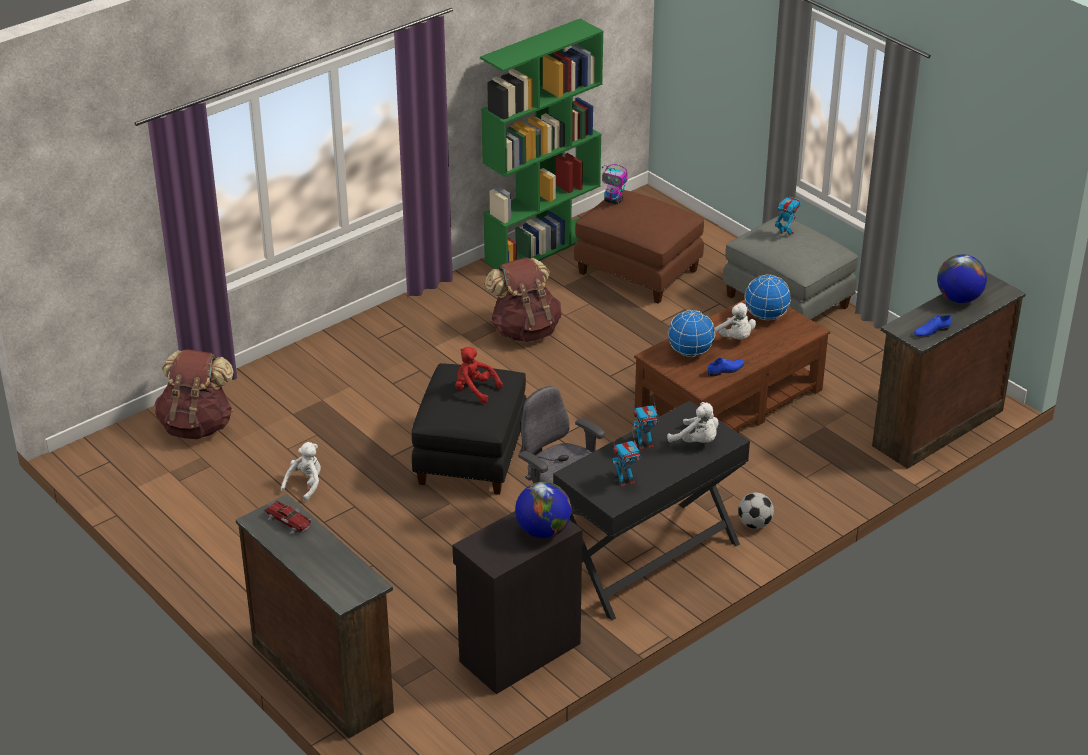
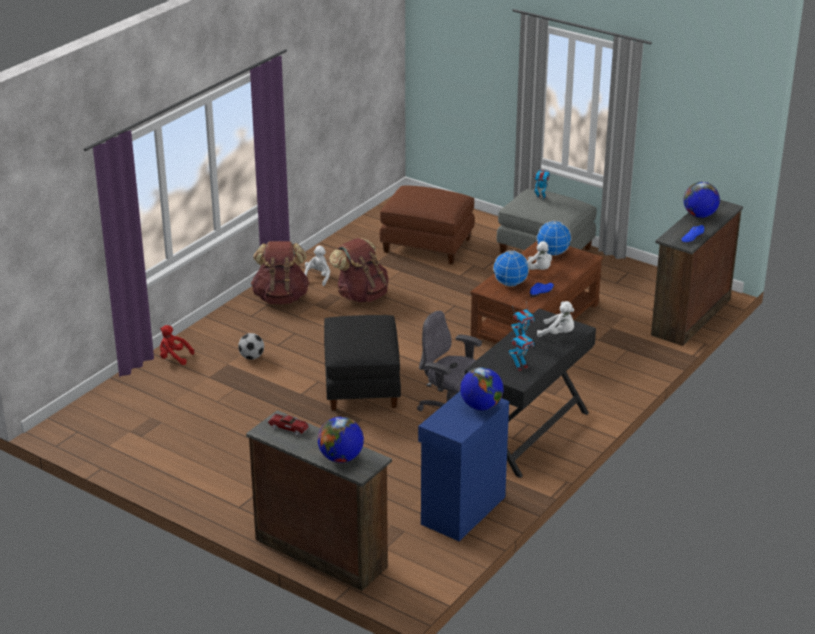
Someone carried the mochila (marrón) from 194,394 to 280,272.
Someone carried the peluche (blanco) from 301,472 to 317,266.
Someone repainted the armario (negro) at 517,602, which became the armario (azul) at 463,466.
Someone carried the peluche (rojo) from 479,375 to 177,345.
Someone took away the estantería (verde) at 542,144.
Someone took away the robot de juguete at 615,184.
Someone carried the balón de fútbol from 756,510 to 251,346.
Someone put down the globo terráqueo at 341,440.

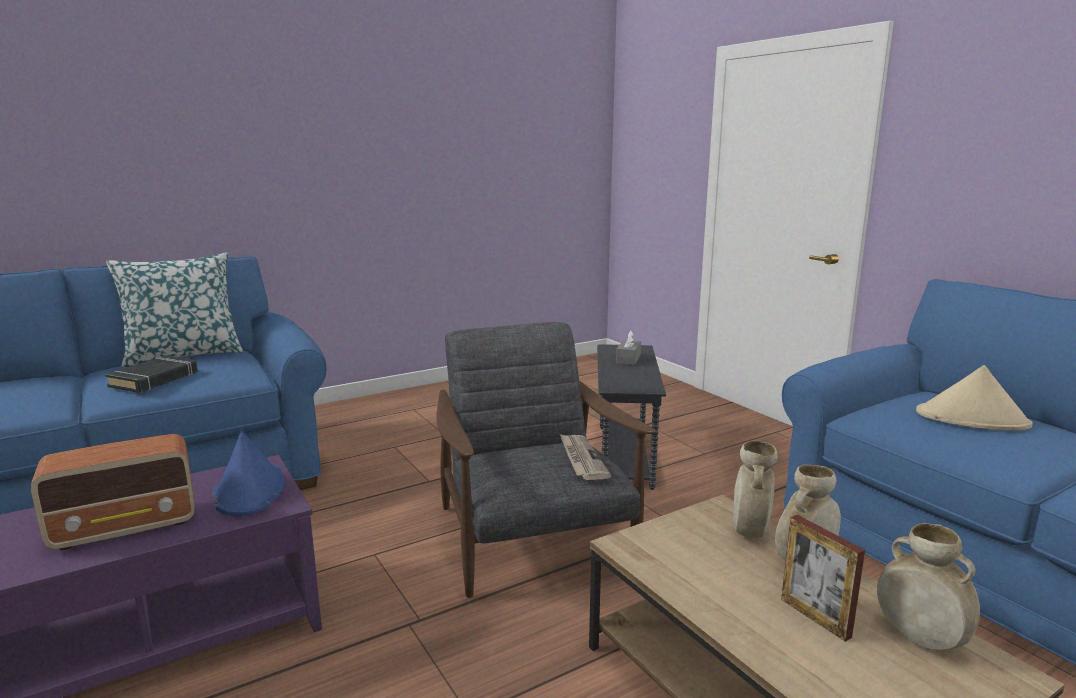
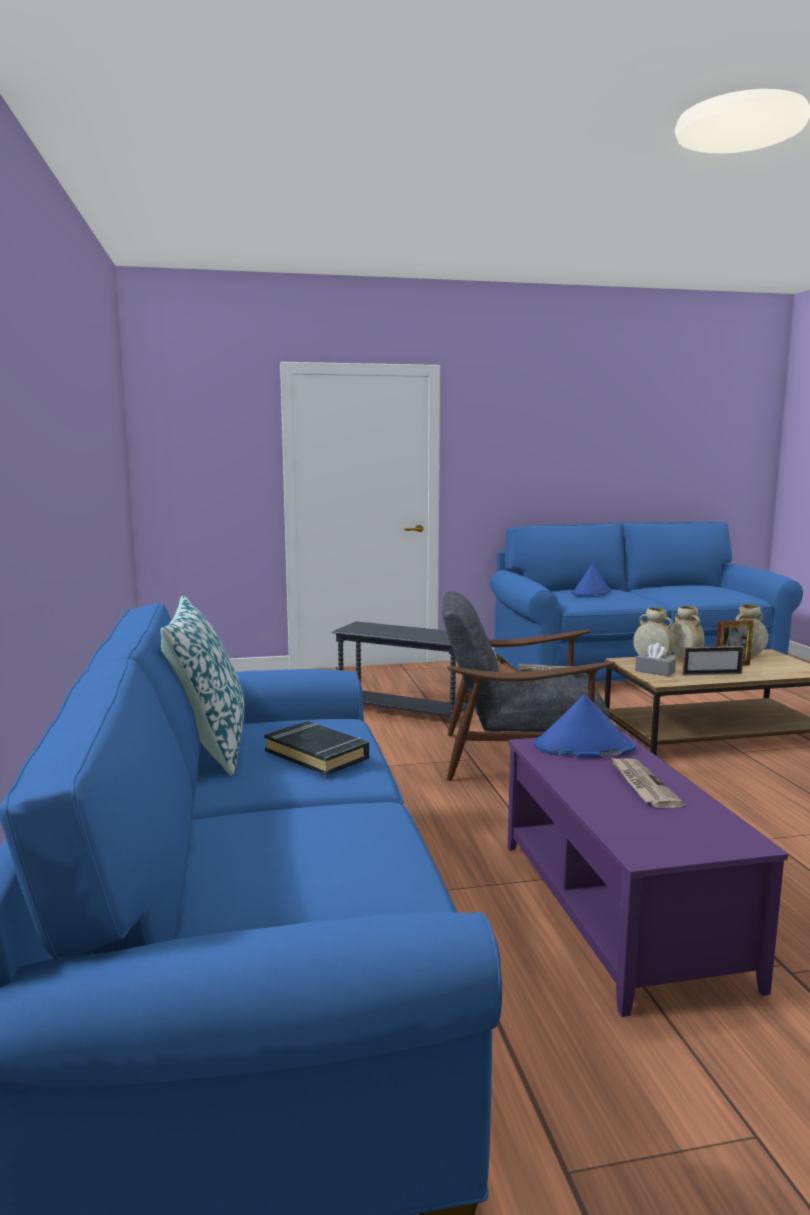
Someone swapped the radio at 113,492 for the periódico at 648,782.
Someone carried the caja de pañuelos (gris) from 628,347 to 655,660.
Someone repainted the sombrero (beis) at 974,398, which became the sombrero (azul) at 591,579.
Someone put down the portarretratos at 713,660.

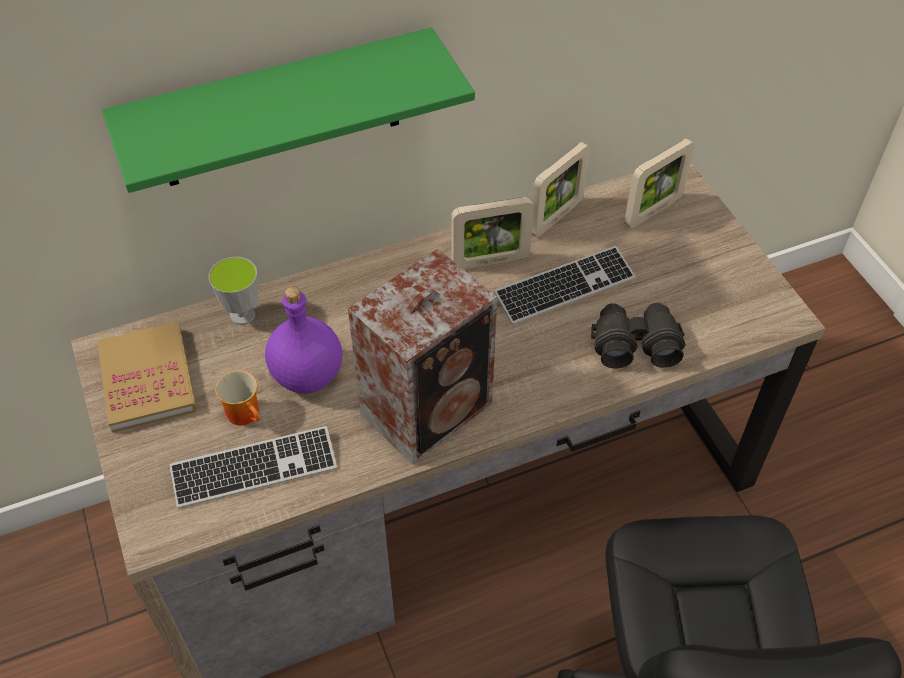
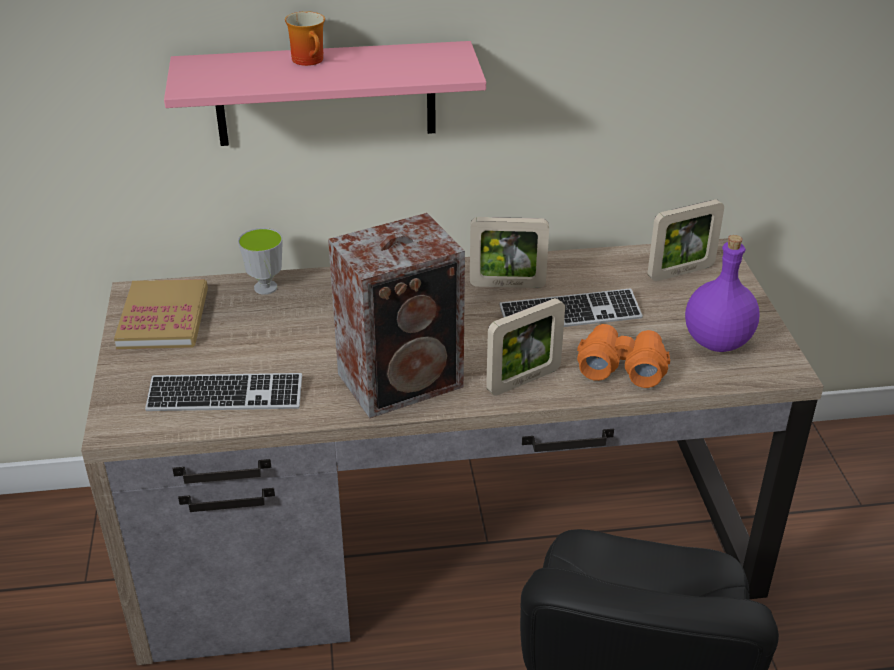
Someone repainted the estante (verde) at 288,110, which became the estante (rosa) at 325,93.
Someone carried the taza grande from 237,397 to 305,38.
Someone carried the botella (morado) from 304,340 to 722,293.
Someone carried the portarretratos from 561,189 to 525,347.
Someone repainted the prismáticos (negro) at 638,335, which became the prismáticos (naranja) at 623,356.

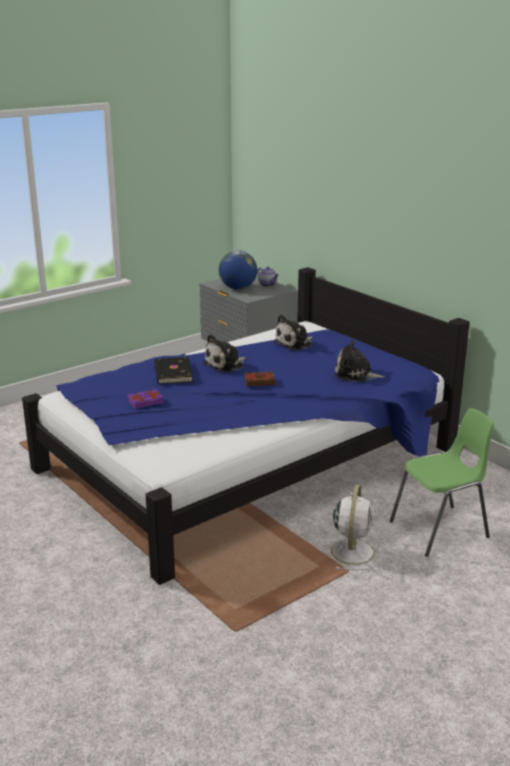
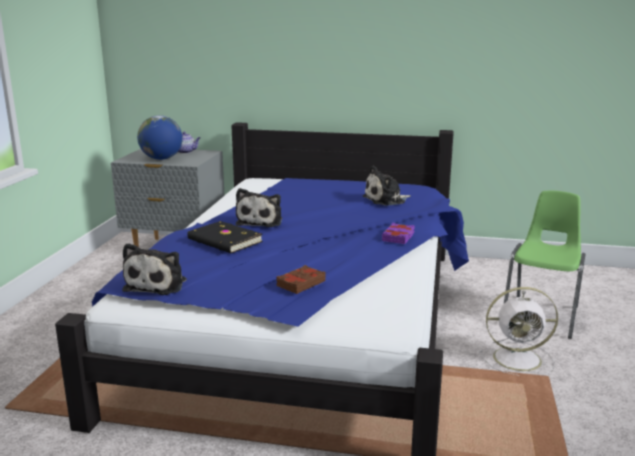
Someone carried the libro (morado) from 146,399 to 398,233.
Someone carried the libro (marrón) from 259,378 to 300,279.
Someone carried the peluche from 293,332 to 154,269.
Someone rotated the ventilador (blanco) at 353,527 by 120 degrees clockwise.

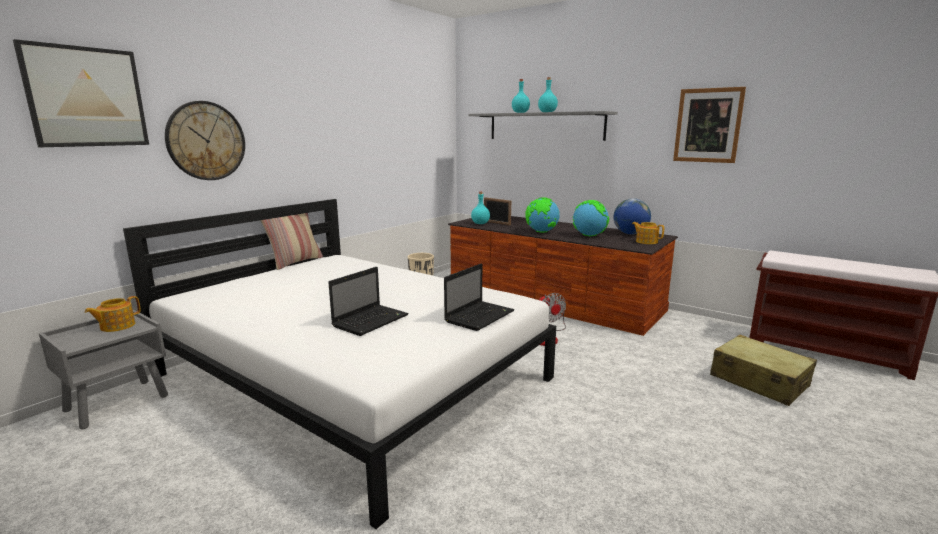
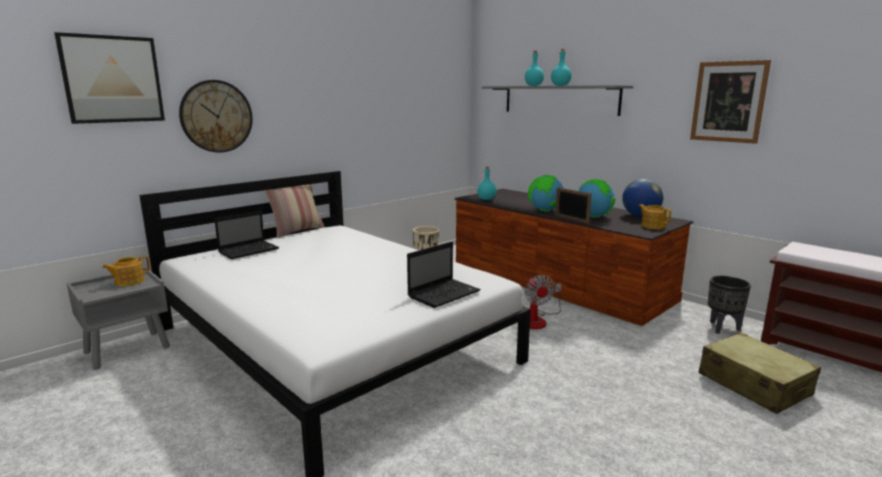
Someone carried the portátil from 368,301 to 246,234.
Someone carried the portarretratos from 497,211 to 573,206.
Someone put down the maceta (negro) at 729,305.

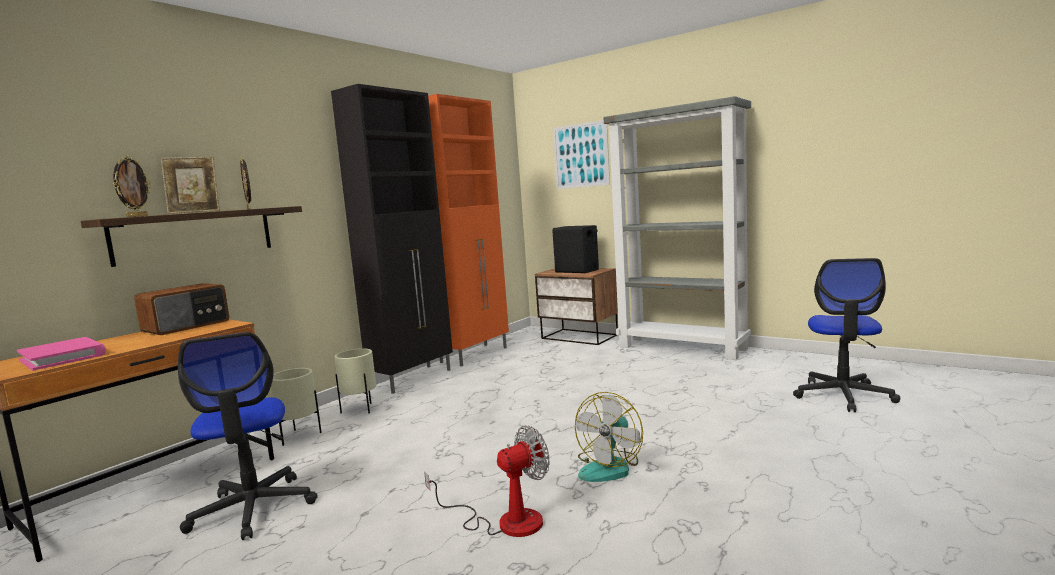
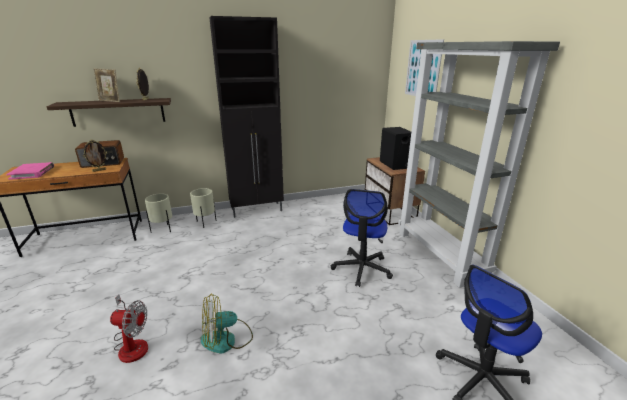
Someone carried the portarretratos from 132,186 to 95,156.
Someone carried the silla de oficina from 248,436 to 362,238.
Someone took away the armario (naranja) at 468,230.

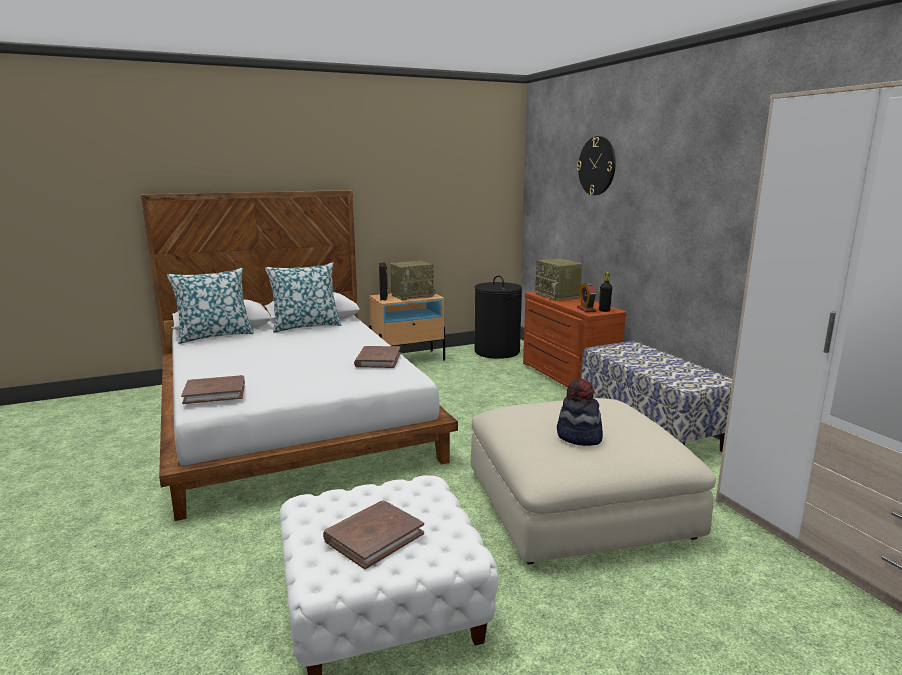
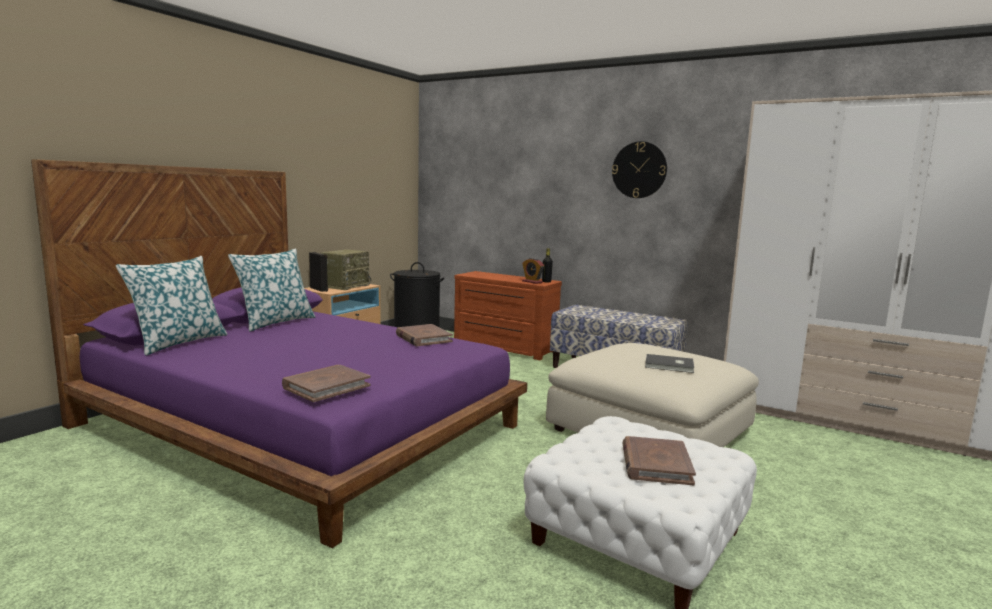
Someone repainted the cama (blanco) at 299,355, which became the cama (morado) at 279,353.
Someone took away the radio at 558,279.
Someone swapped the sombrero at 580,412 for the libro (gris) at 669,363.
Someone carried the reloj de pared from 596,165 to 639,169.

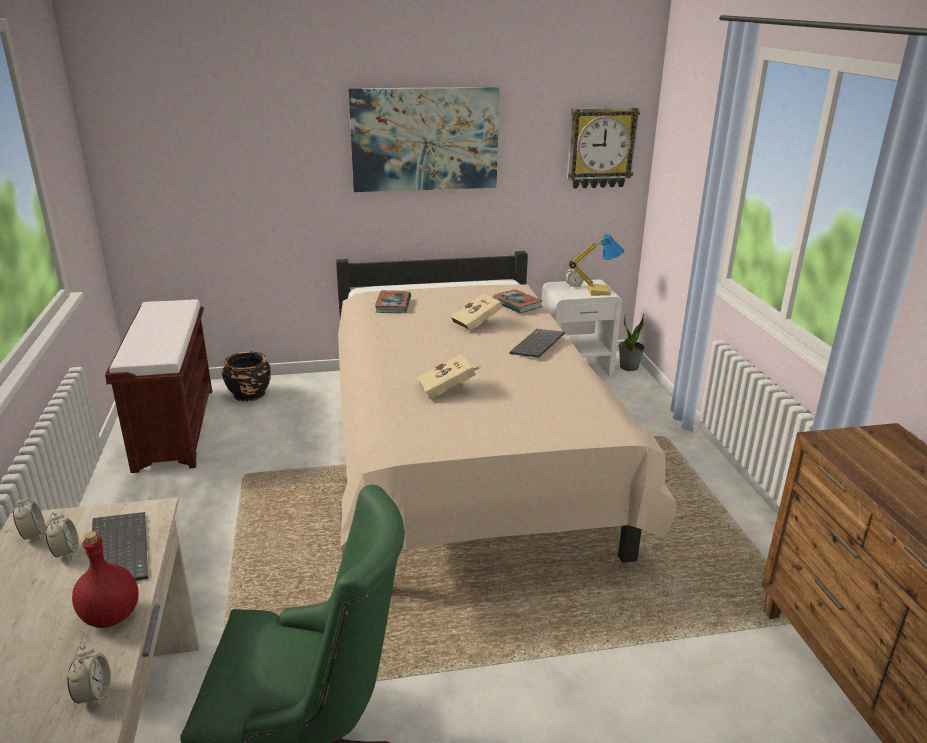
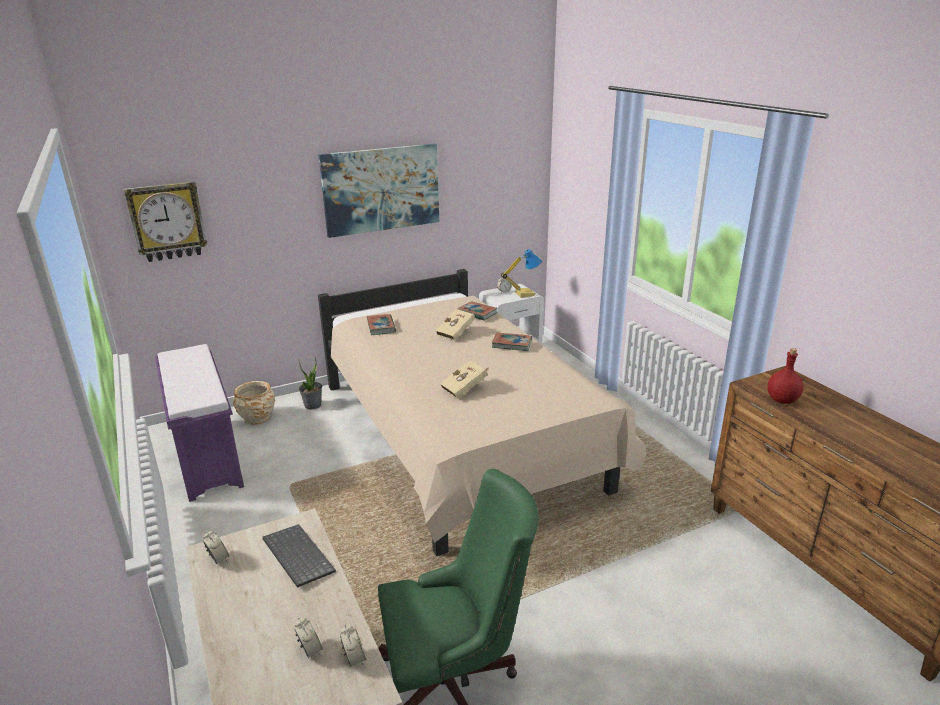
Someone carried the despertador from 62,535 to 308,638.
Someone carried the botella (rojo) from 105,579 to 785,376.
Someone repainted the banco (marrón) at 158,386, which became the banco (morado) at 199,423.
Someone repainted the maceta (negro) at 246,377, which became the maceta (beis) at 254,403.
Someone swapped the teclado at 537,343 for the libro at 512,341.
Someone carried the reloj de pared from 603,148 to 165,221.
Someone carried the planta en maceta from 632,342 to 310,383.

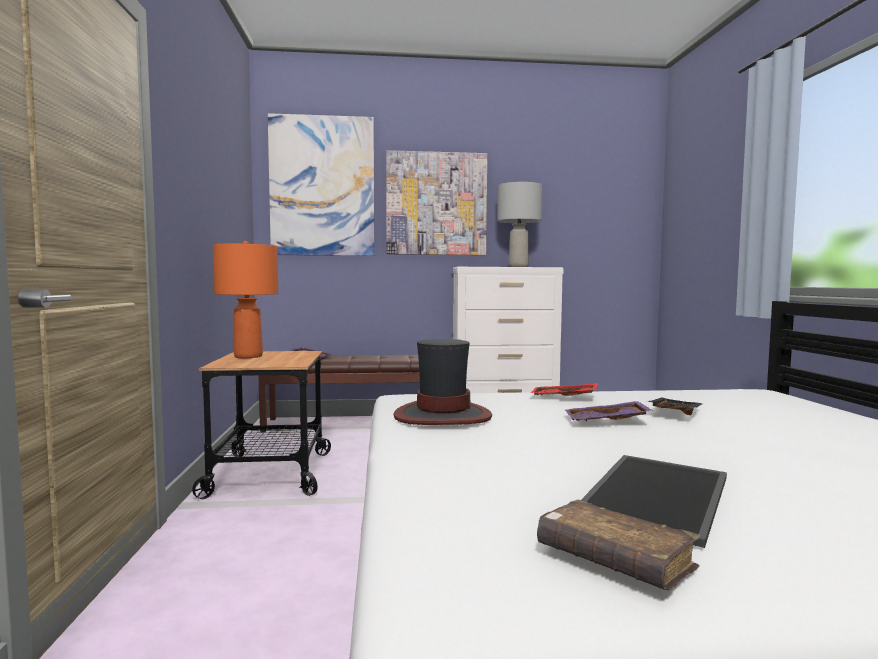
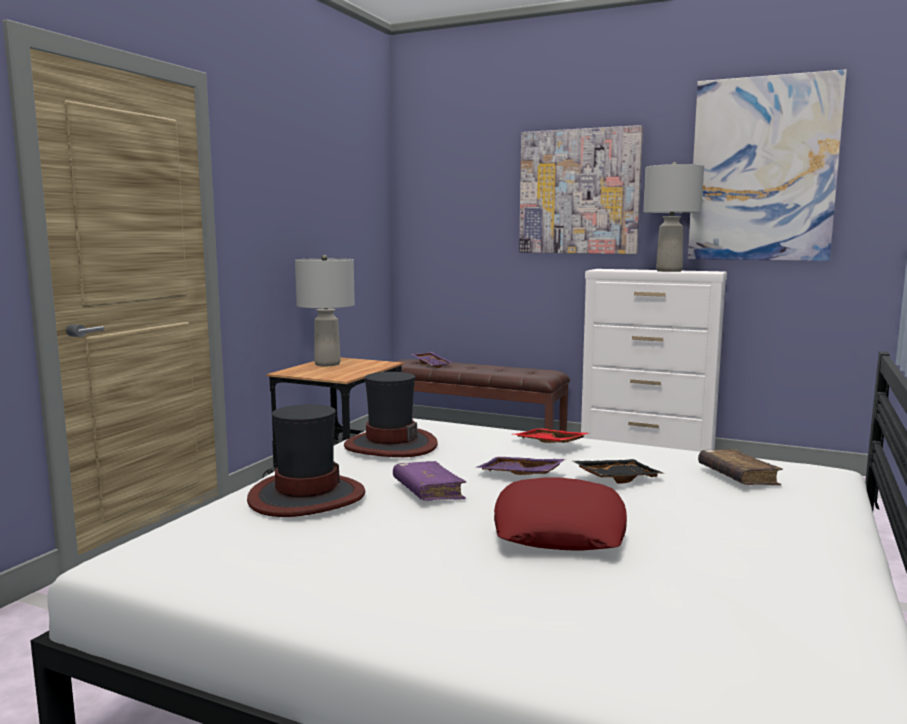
Someone repainted the lámpara de mesa (naranja) at 245,299, which became the lámpara de mesa (gris) at 325,310.
Someone carried the cuadro from 321,184 to 767,165.
Someone carried the libro (marrón) from 618,545 to 740,467.
Someone took away the bandeja at 654,501.
Someone put down the sombrero at 306,460.
Someone put down the libro (morado) at 429,481.
Someone put down the cojín (rojo) at 560,514.

